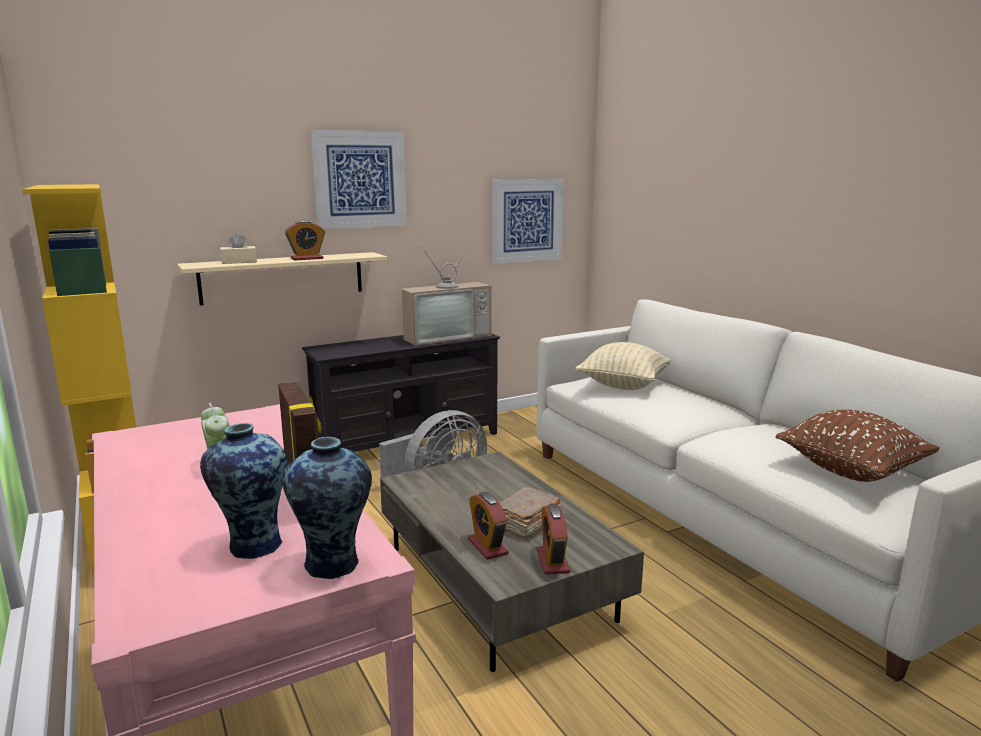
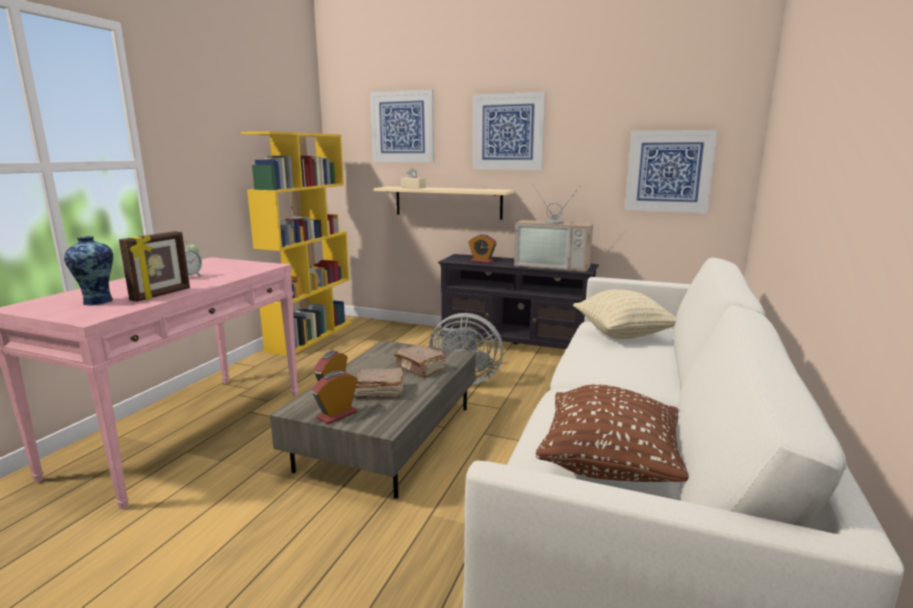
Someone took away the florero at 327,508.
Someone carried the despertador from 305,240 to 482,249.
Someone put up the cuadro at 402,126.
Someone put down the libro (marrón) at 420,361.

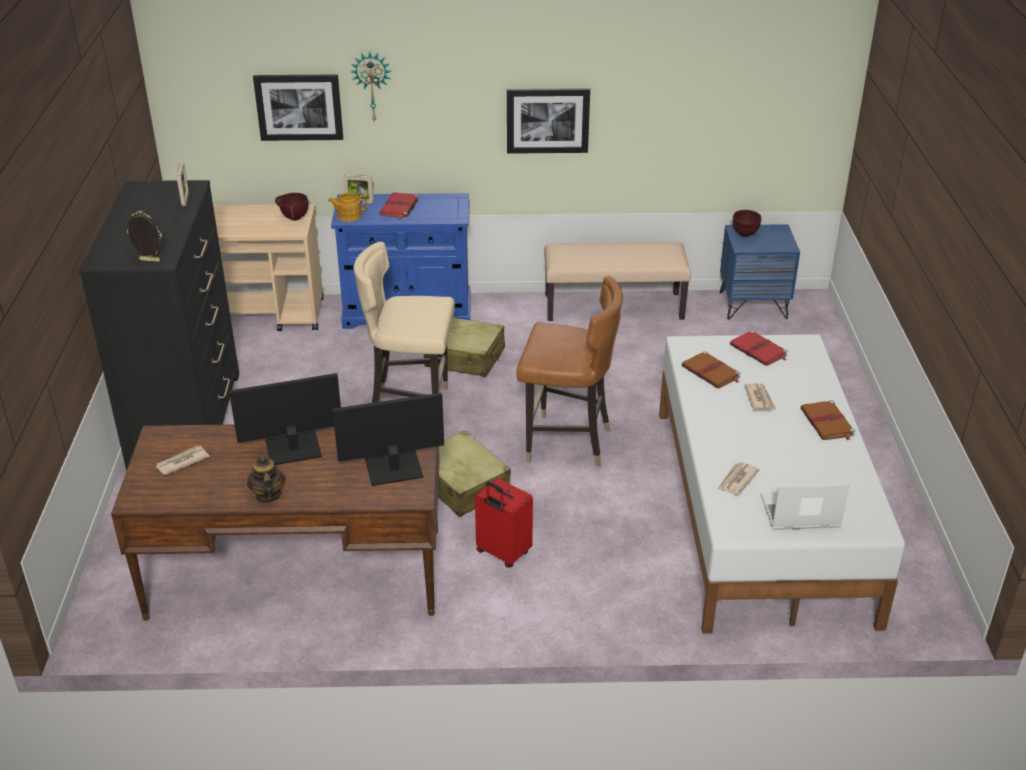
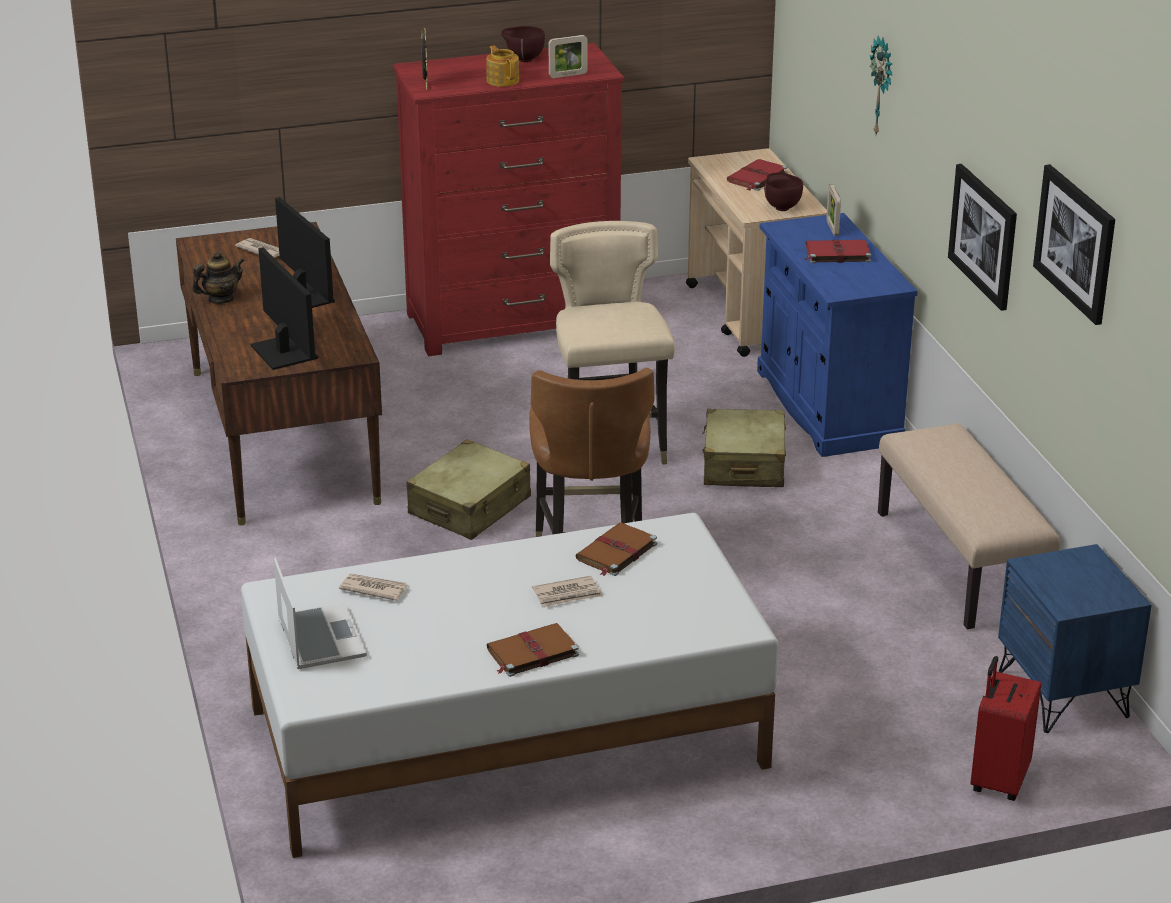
Someone repainted the cómoda (negro) at 159,325, which became the cómoda (rojo) at 508,199.
Someone carried the cuadro from 298,107 to 1074,244.
Someone carried the tetera from 347,207 to 502,66.
Someone carried the maleta (rojo) from 504,523 to 1005,728.
Someone carried the libro (rojo) from 759,348 to 757,175.
Someone carried the cuenco (marrón) from 747,223 to 523,44.

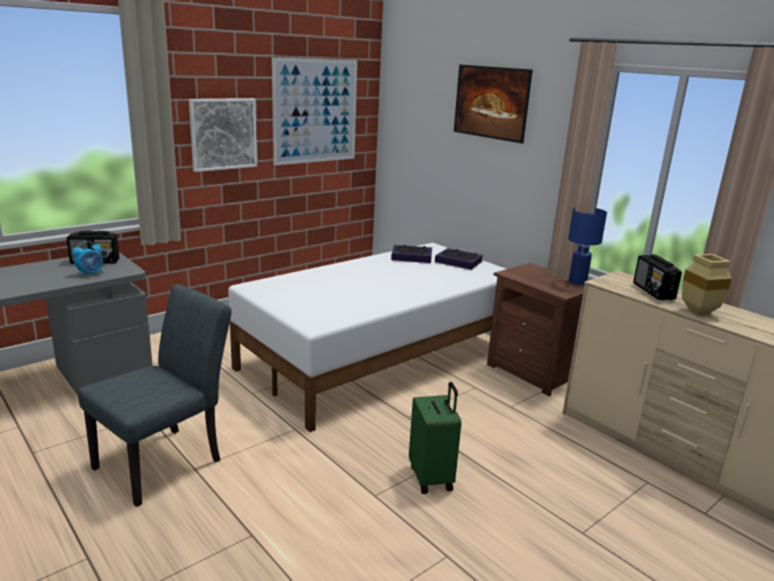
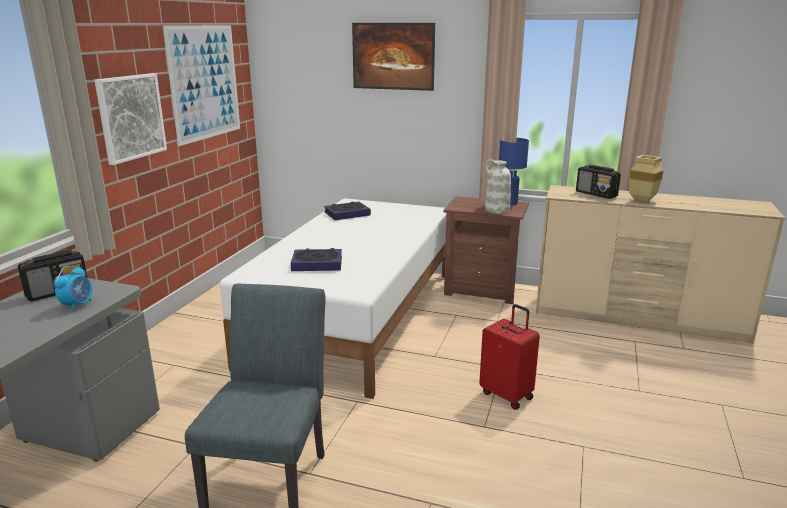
Someone repainted the maleta (verde) at 435,438, which became the maleta (rojo) at 509,357.
Someone carried the libro from 459,259 to 316,259.
Someone put down the florero (blanco) at 498,186.

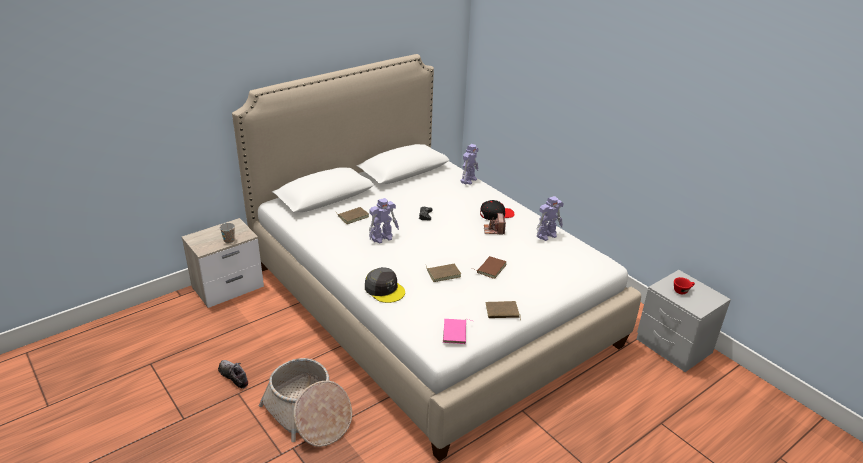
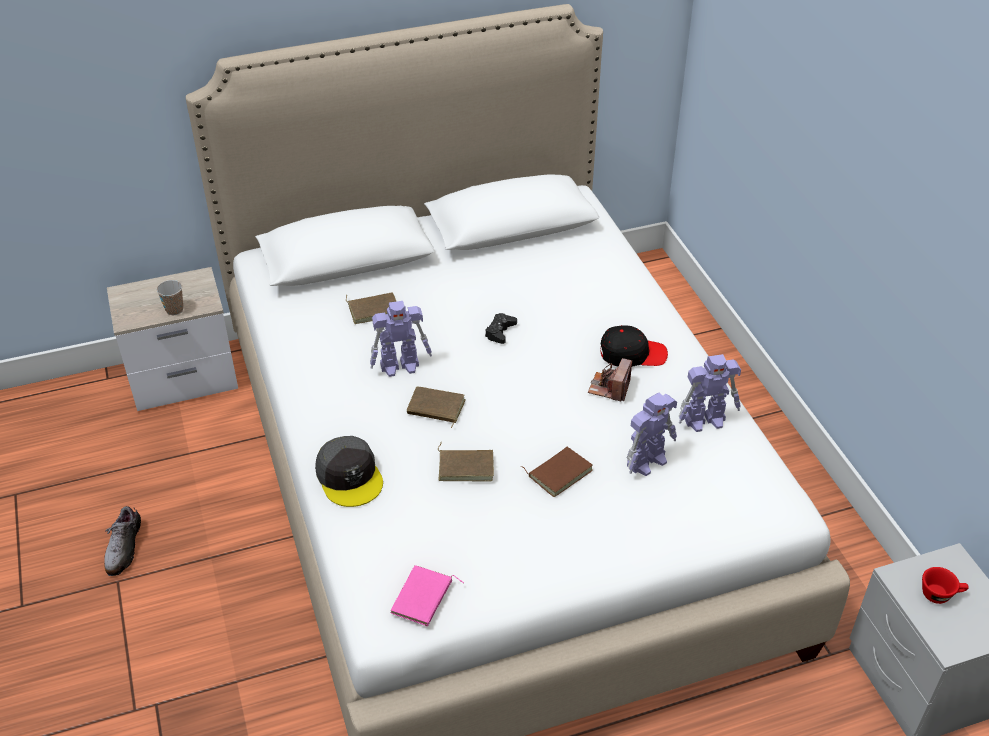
Someone rotated the zapato at 233,374 by 150 degrees counterclockwise.
Someone took away the cesta at 305,402.
Someone carried the robot de juguete from 469,164 to 652,434.
Someone carried the libro (marrón) from 503,310 to 436,407.

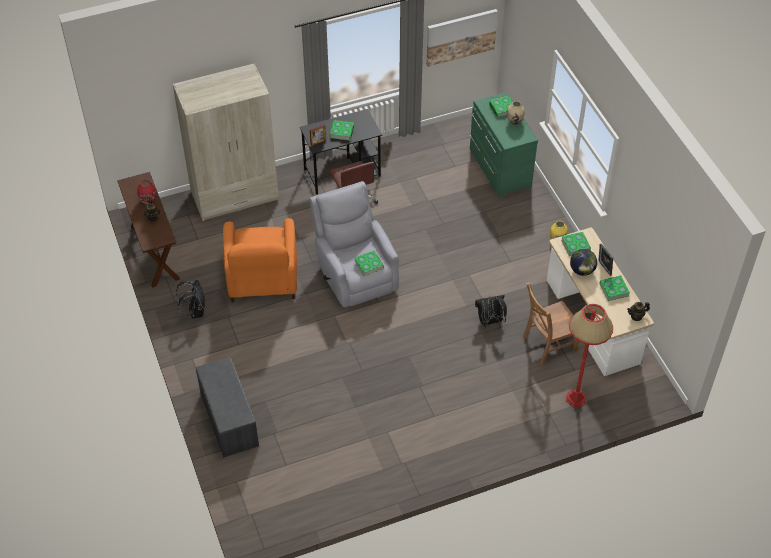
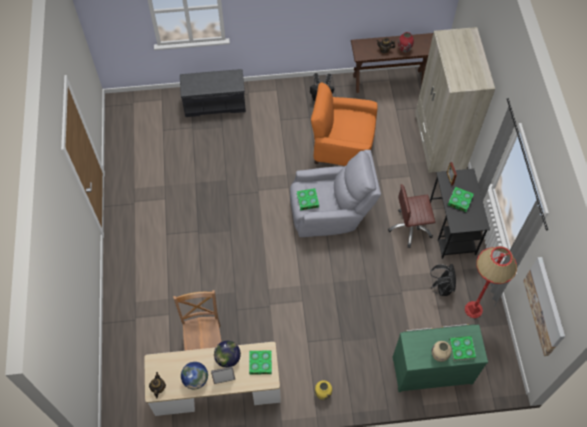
Someone carried the mochila (negro) from 491,311 to 443,280.
Someone carried the lámpara de pie (rojo) from 589,355 to 491,282.
Someone swapped the libro at 614,288 for the globo terráqueo at 194,375.

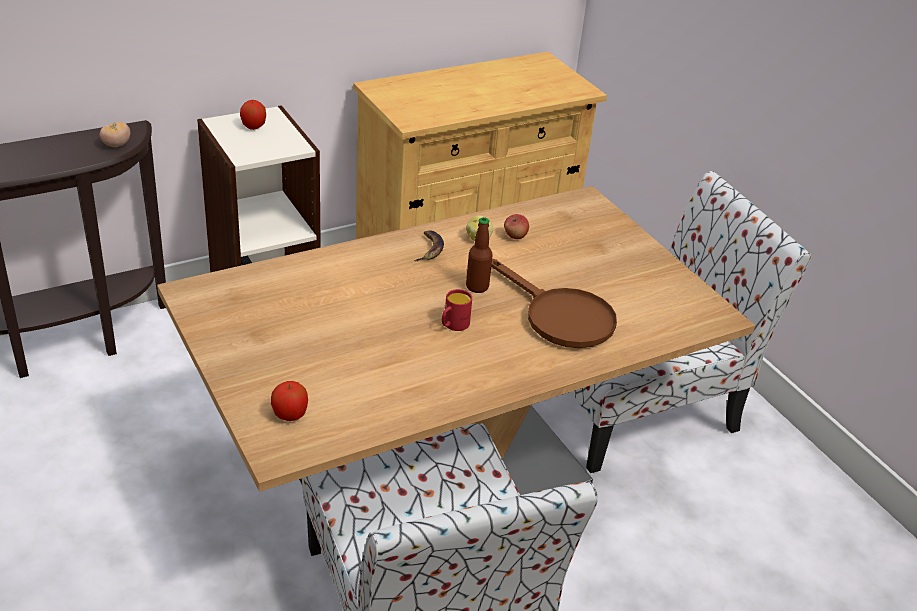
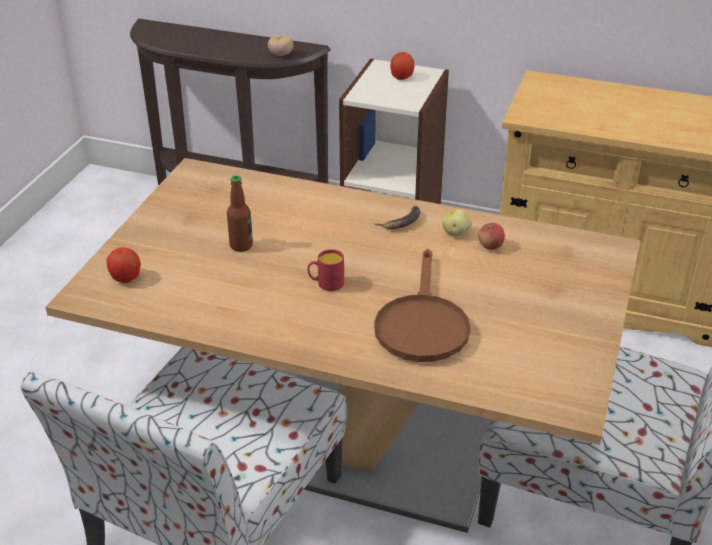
Someone carried the botella from 479,255 to 240,213.

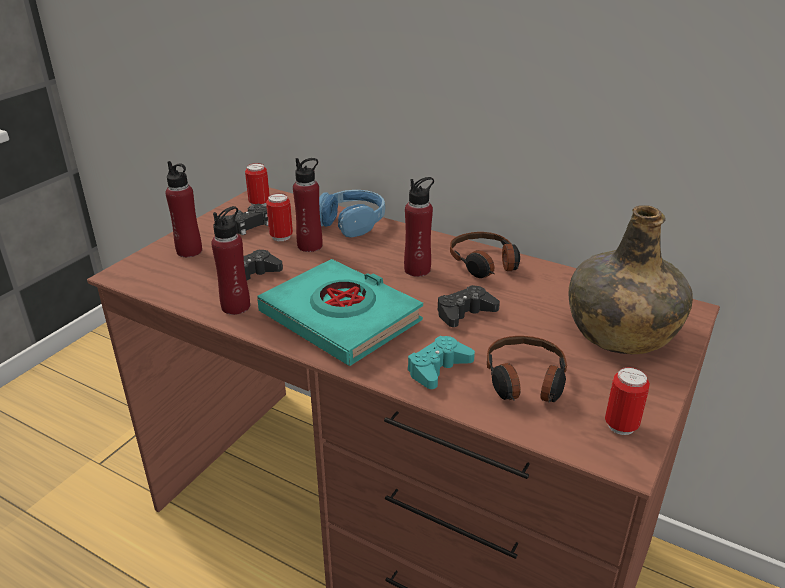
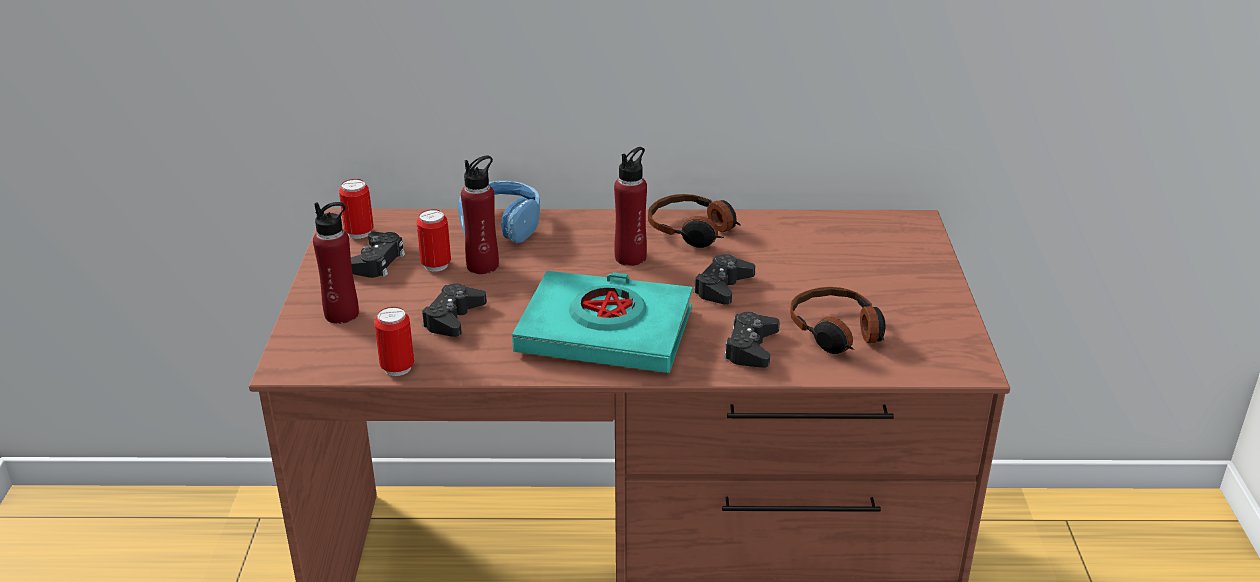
Someone took away the botella (rojo) at 230,260.
Someone repainted the mando de consola (turquesa) at 441,362, which became the mando de consola (negro) at 752,340.
Someone took away the botella (verde) at 630,279.
Someone carried the lata from 627,401 to 394,341.

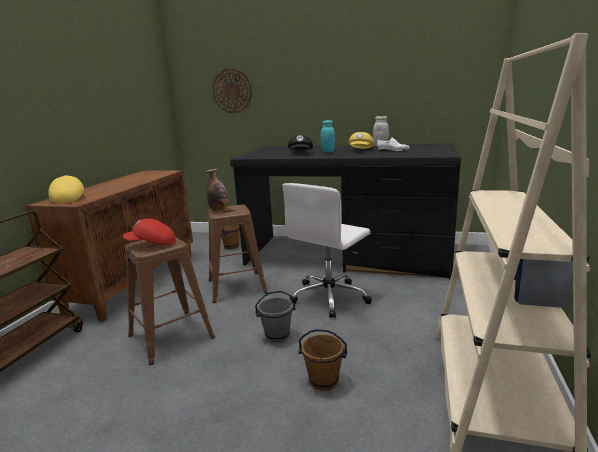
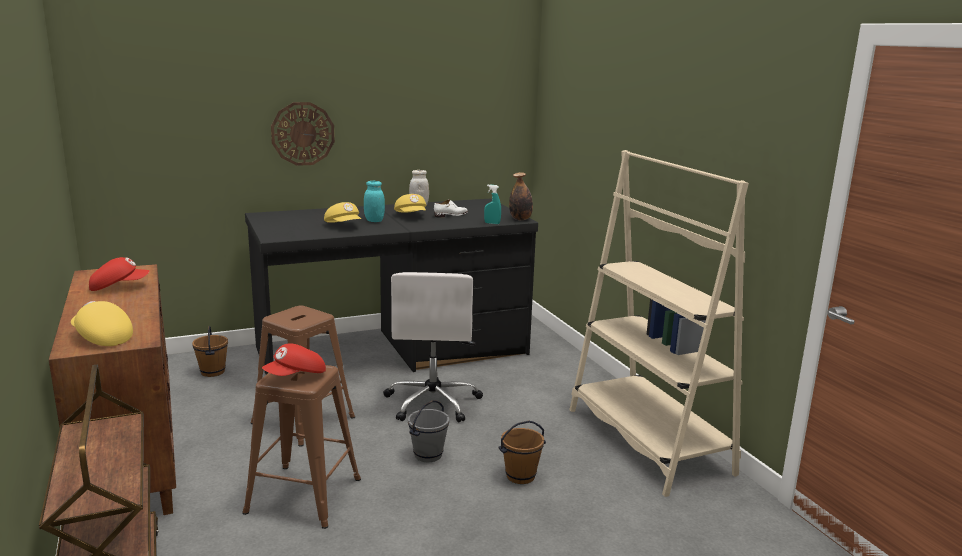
Someone carried the botella from 217,190 to 521,196.
Someone carried the reloj de pared from 232,90 to 303,134.
Someone repainted the gorra (negro) at 300,143, which became the gorra (amarillo) at 342,212.
Someone put down the gorra (rojo) at 119,274.
Someone put down the pulverizador (turquesa) at 492,204.

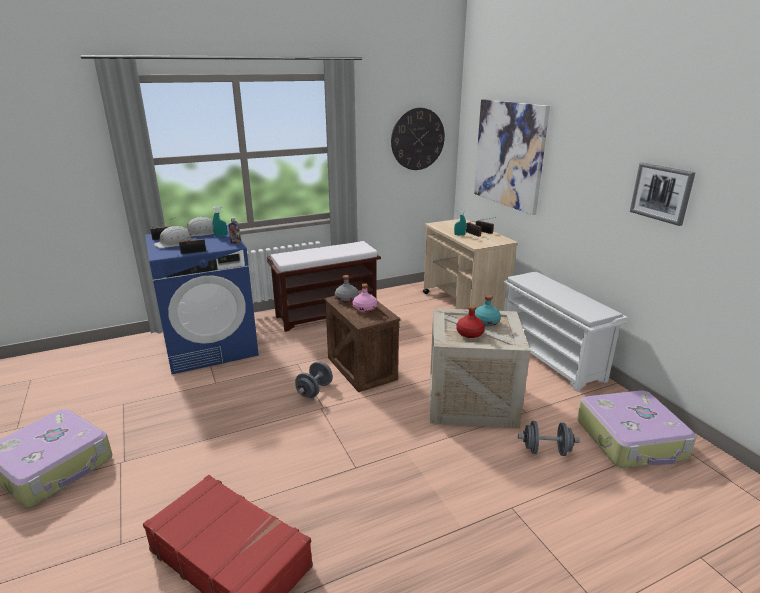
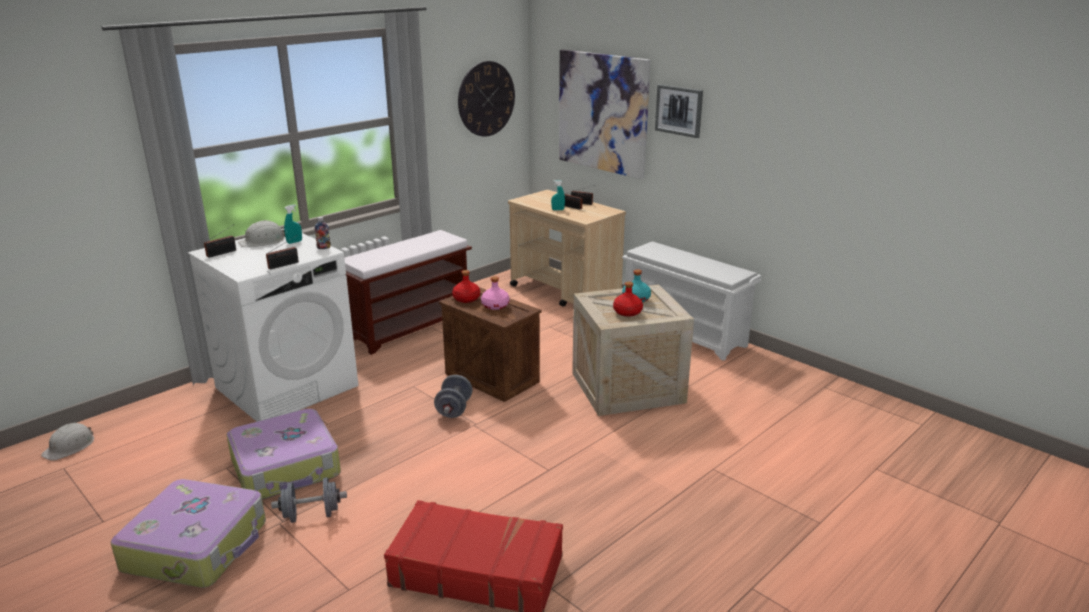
Someone repainted the lavadora (azul) at 202,299, which became the lavadora (blanco) at 273,325.
Someone carried the casco (blanco) from 173,237 to 67,442.
Someone repainted the botella (gris) at 346,289, which became the botella (rojo) at 466,286.
Someone carried the mancuerna (gris) from 549,438 to 309,500.
Someone carried the maleta from 636,429 to 284,454.
Someone carried the cuadro from 662,194 to 679,111.

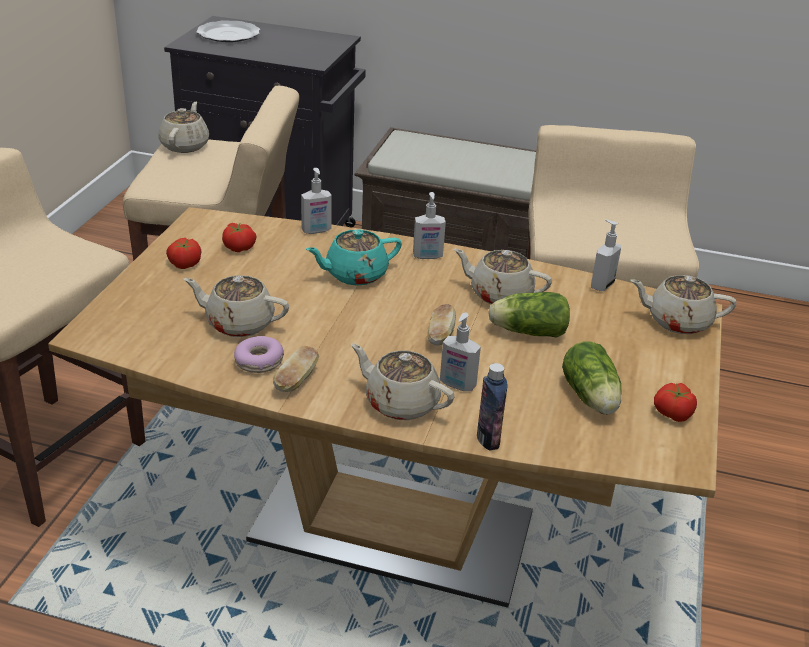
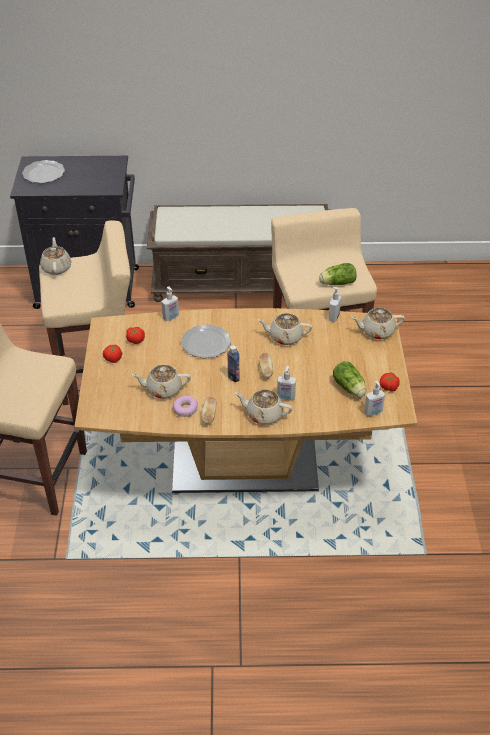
Someone swapped the tetera (turquesa) at 354,257 for the plato at 206,341.
Someone carried the dispensador de jabón from 429,225 to 374,398.
Someone carried the botella from 492,407 to 233,363.
Someone carried the lechuga from 529,315 to 338,274.

